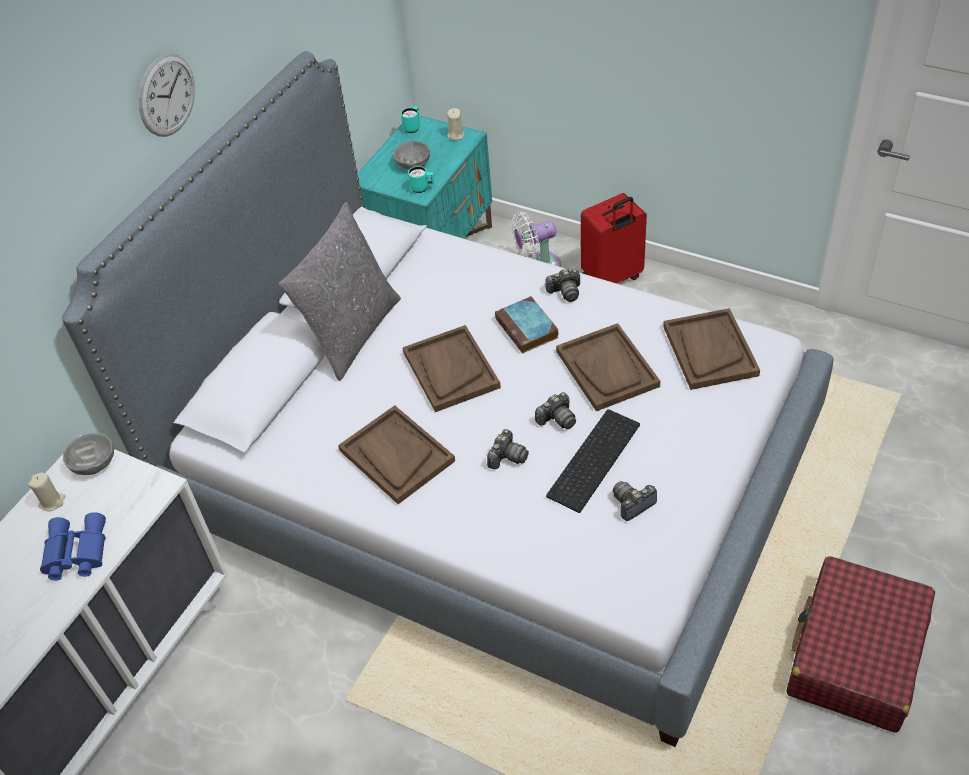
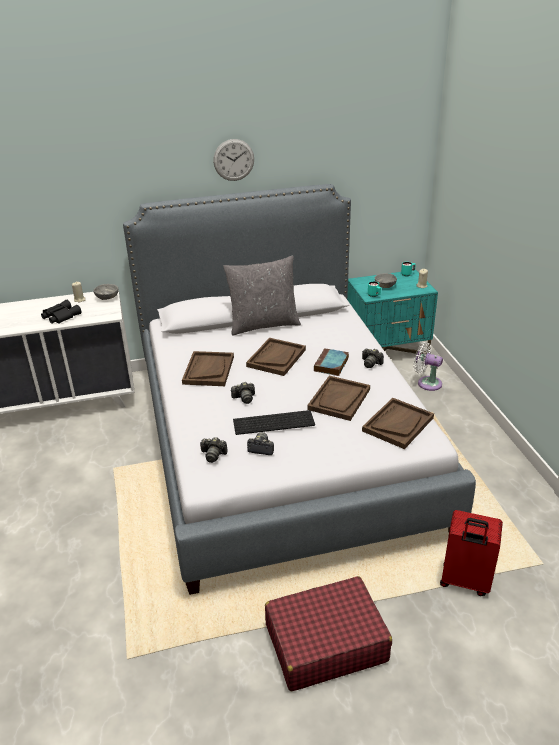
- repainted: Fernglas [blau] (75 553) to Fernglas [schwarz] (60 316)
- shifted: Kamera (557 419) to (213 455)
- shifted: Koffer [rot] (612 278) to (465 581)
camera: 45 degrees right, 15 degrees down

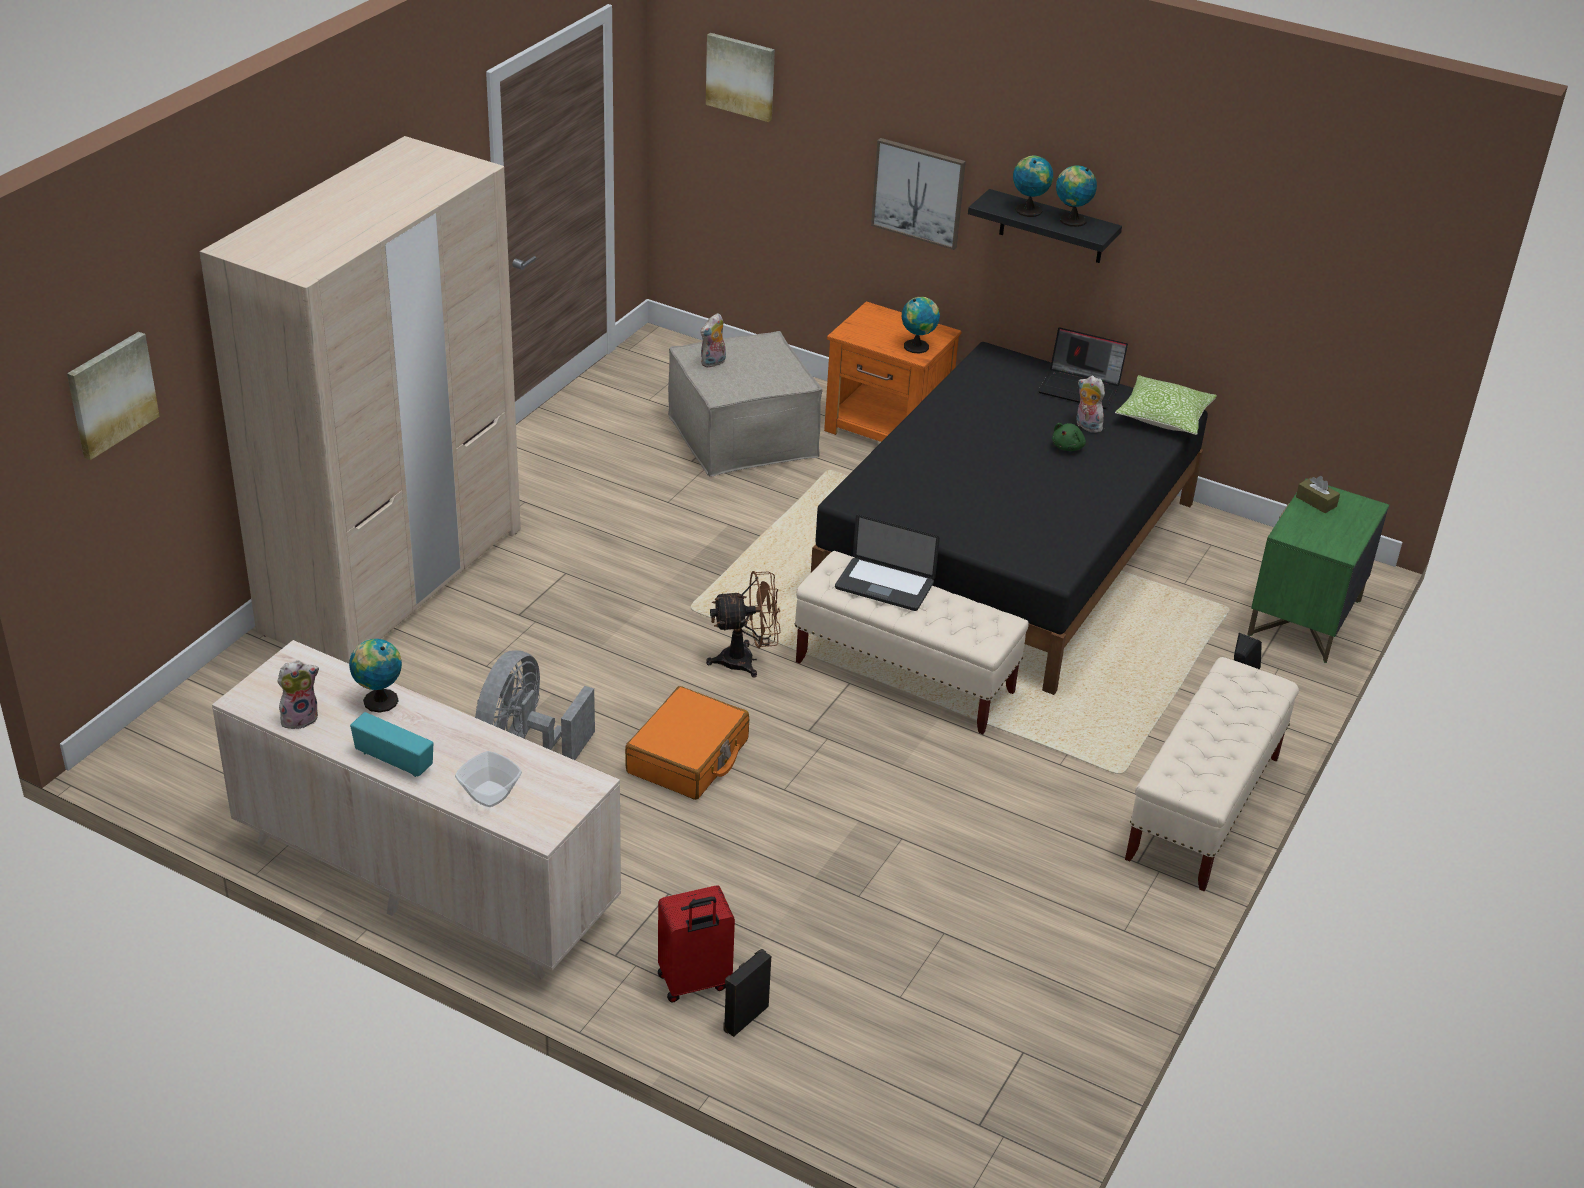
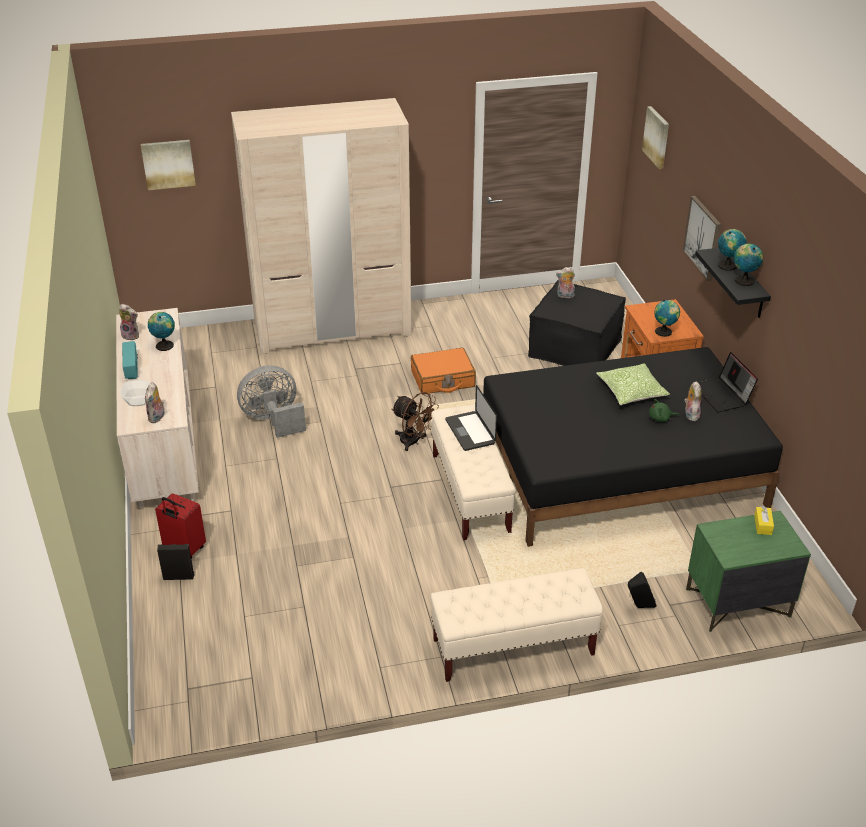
- new: Plüschtier (157 418)
- shifted: Koffer [orange] (688 757) to (442 379)
- repainted: Polsterhocker [beige] (743 436) to Polsterhocker [schwarz] (575 348)
- shifted: Kissen (1164 417) to (631 392)
- repainted: Taschentuchbox [braun] (1316 501) to Taschentuchbox [gelb] (763 525)
camera: 50 degrees right, 0 degrees up

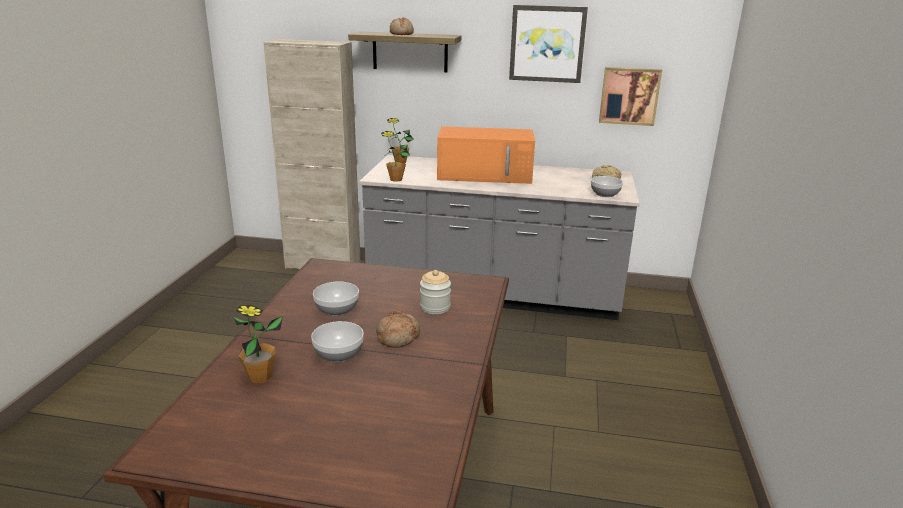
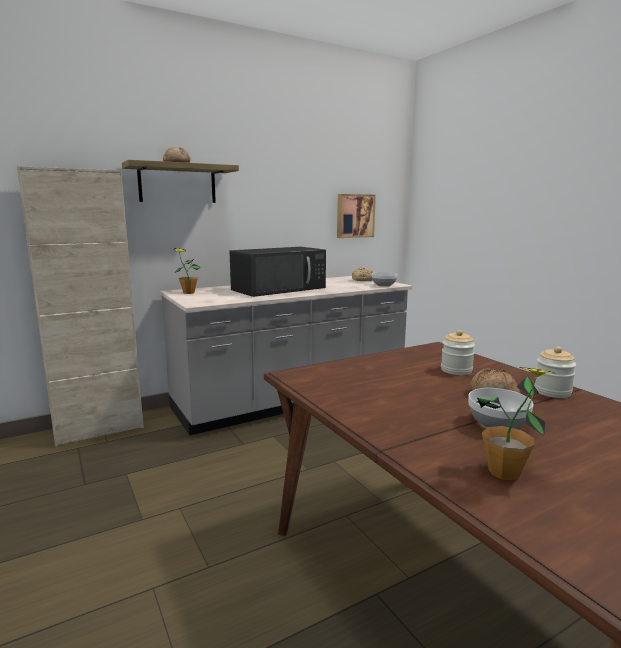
- repainted: Mikrowelle [orange] (486 174) to Mikrowelle [schwarz] (280 288)
- new: Vorratsglas (552 392)
- gone: Schüssel (337 309)
- gone: Topfpflanze (396 179)
- gone: Bild (547 44)
camera: 40 degrees left, 10 degrees down

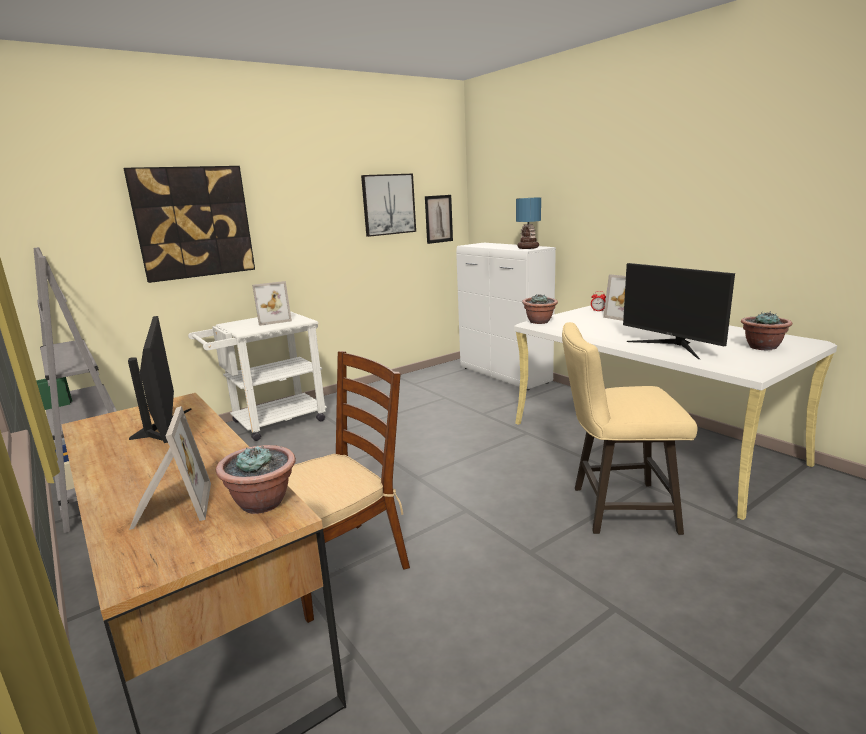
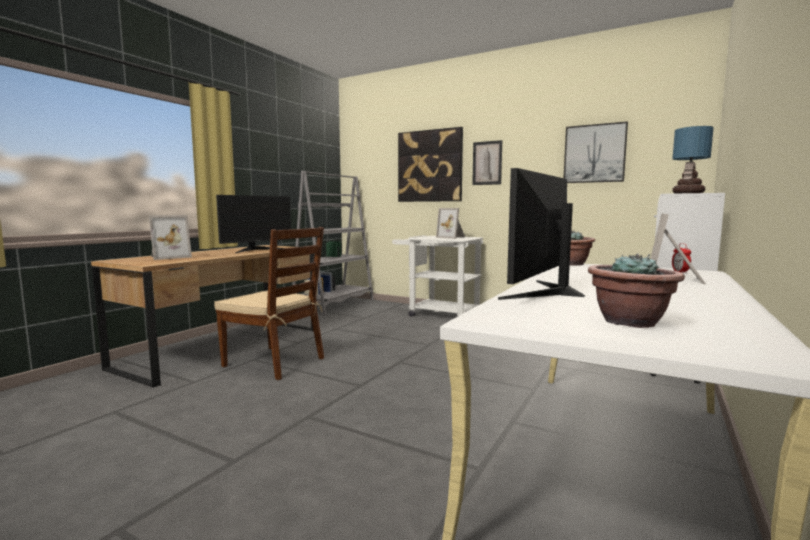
- shifted: Bild (438 219) to (487 163)
- gone: Topfpflanze (263 502)
- gone: Hocker [beige] (615 509)
camera: 65 degrees right, 10 degrees down

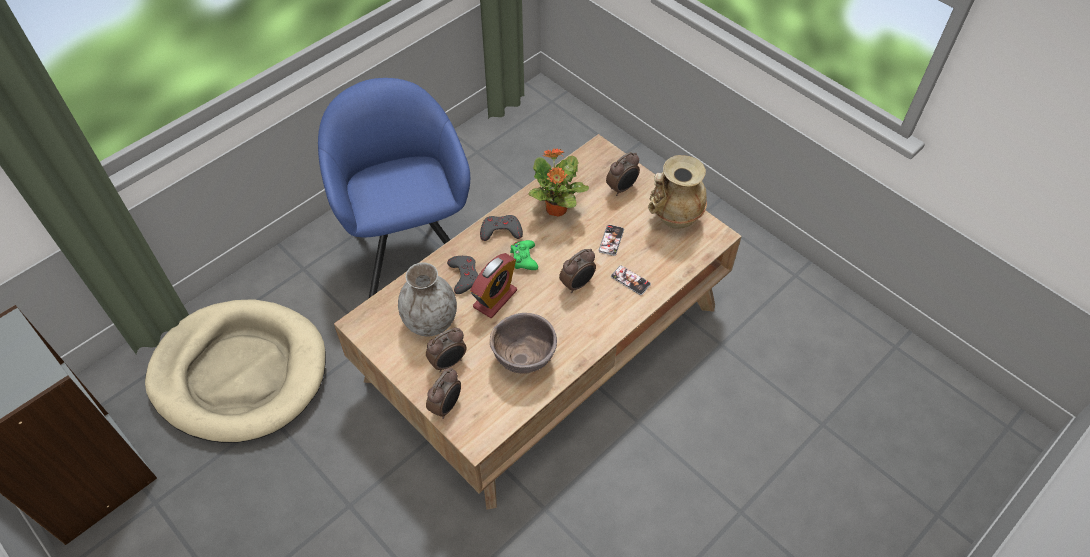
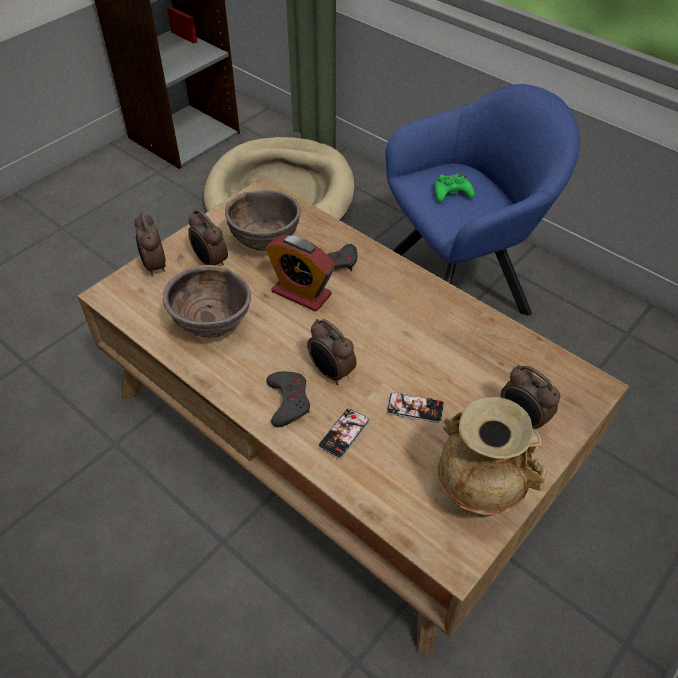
- rotated: Wecker (446 406) = (154 266) 45 degrees clockwise
- swapped: Vase [grau] (431 322) to Schüssel [braun] (265 243)
- shifted: Gamepad [grau] (501 231) to (288 401)
- shifted: Gamepad [grün] (523 258) to (451 193)
- gone: Topfpflanze (556 209)
camera: 85 degrees right, 5 degrees down

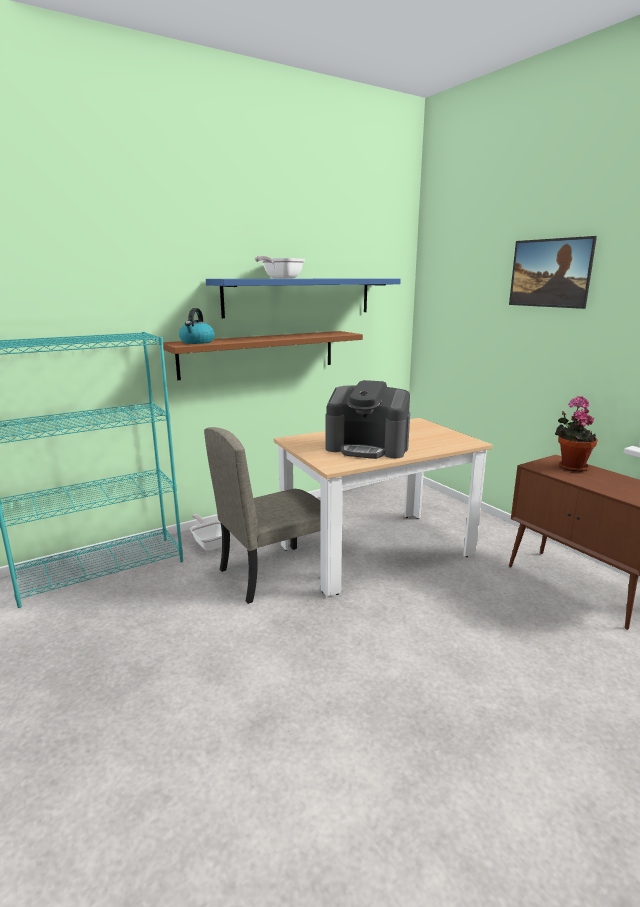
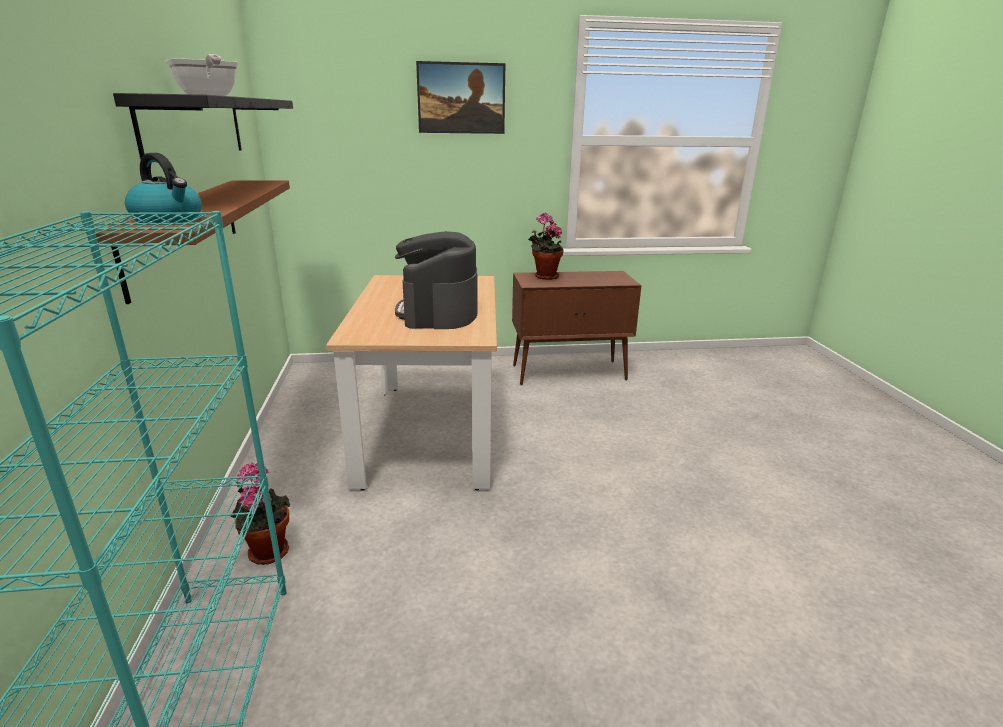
- repainted: Wandregal [blau] (299 297) to Wandregal [schwarz] (196 128)
- swapped: Pfanne (211 543) to Topfpflanze (267 550)
- rotated: Kaffeemaschine (368 447) = (438 313) 135 degrees clockwise
- gone: Stuhl [beige] (273 572)
camera: 65 degrees left, 5 degrees up

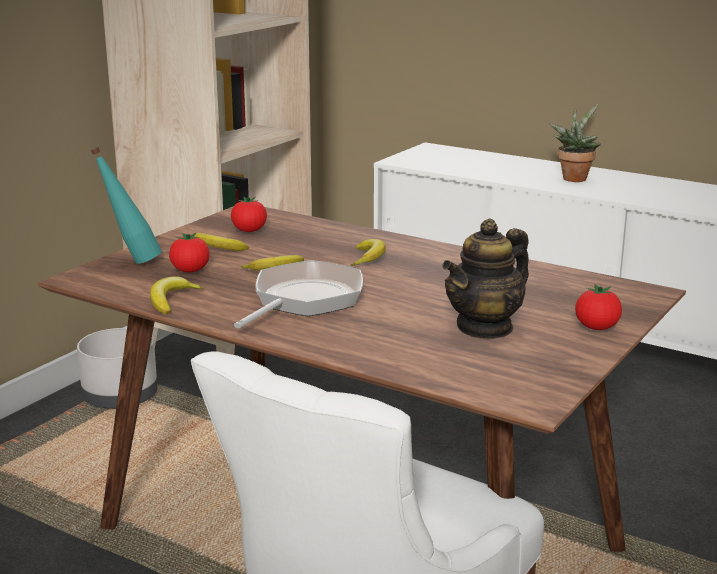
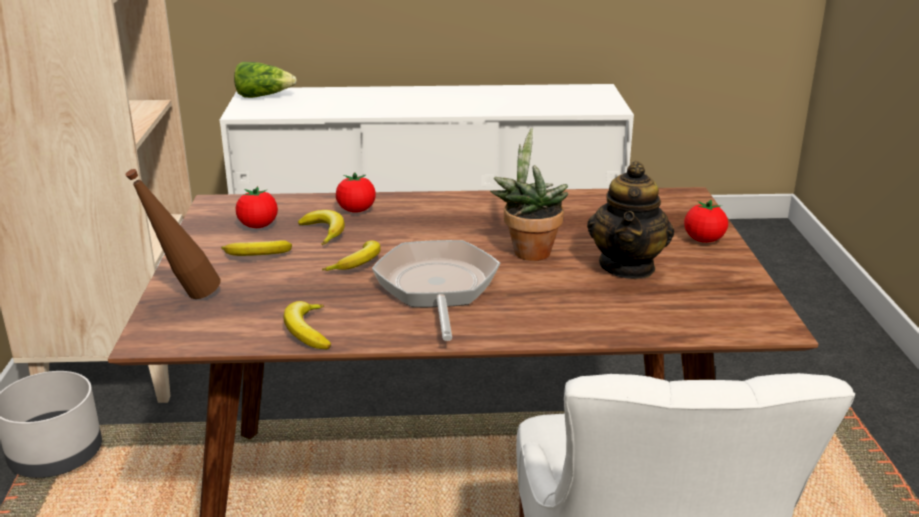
- repainted: Flasche [türkis] (131 261) to Flasche [braun] (185 298)
- new: Salatkopf (263 96)
- shifted: Banane (368 258) to (324 232)
- shifted: Tomate (190 271) to (356 210)
- shifted: Topfpflanze (574 178) to (528 250)
camera: 35 degrees left, 5 degrees up

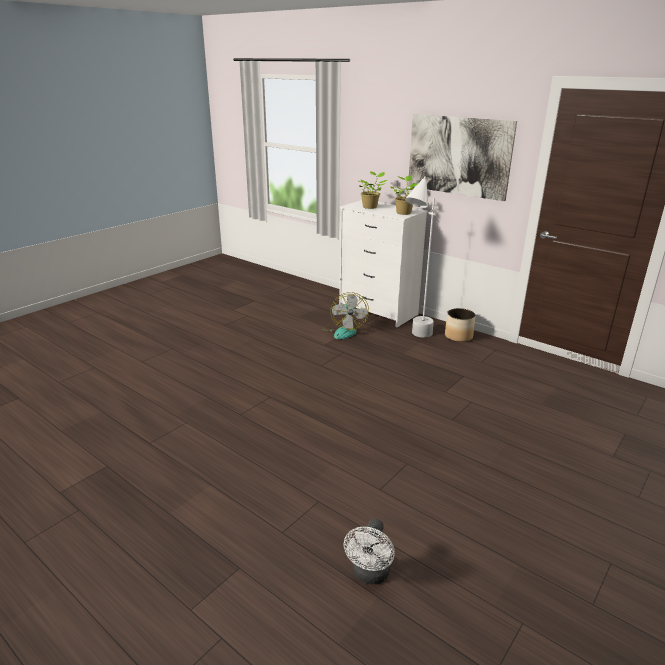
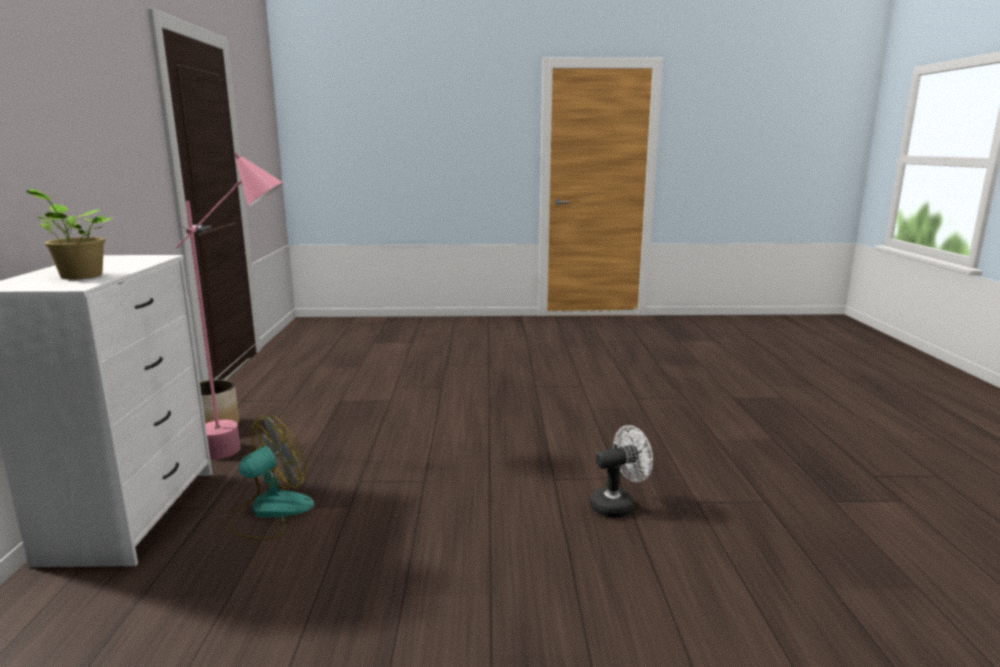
- repainted: Stehlampe [weiß] (415 339) to Stehlampe [rosa] (253 448)
- shifted: Ventilator [weiß] (370 575) to (618 505)
- gone: Topfpflanze (403 212)
- gone: Bild (458 156)
camera: 130 degrees left, 10 degrees down

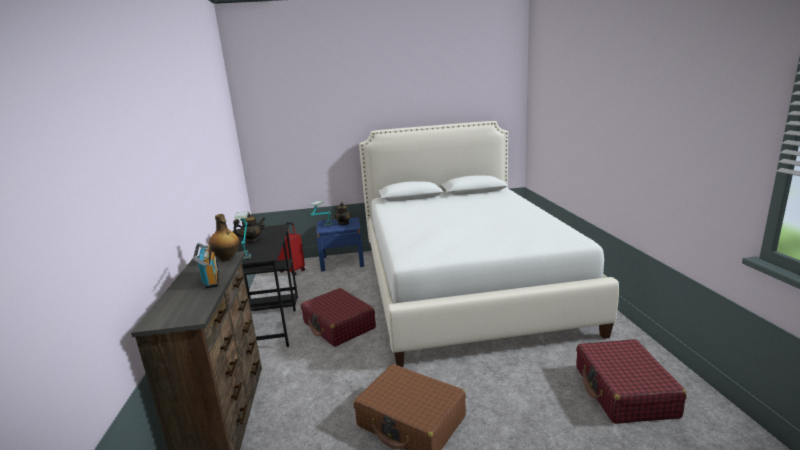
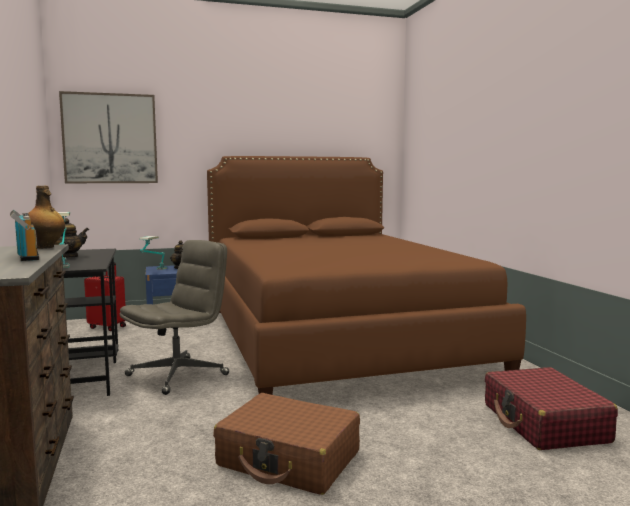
- new: Bild (110 138)
- swapped: Koffer [rot] (339 325) to Bürostuhl [grau] (178 375)
- repainted: Bett [weiß] (464 285) to Bett [braun] (336 338)
camera: 10 degrees left, 10 degrees down

